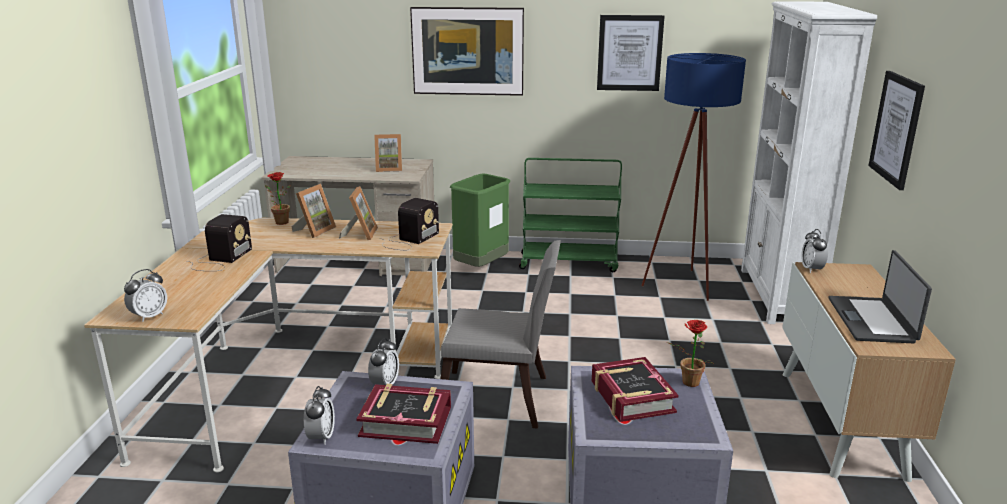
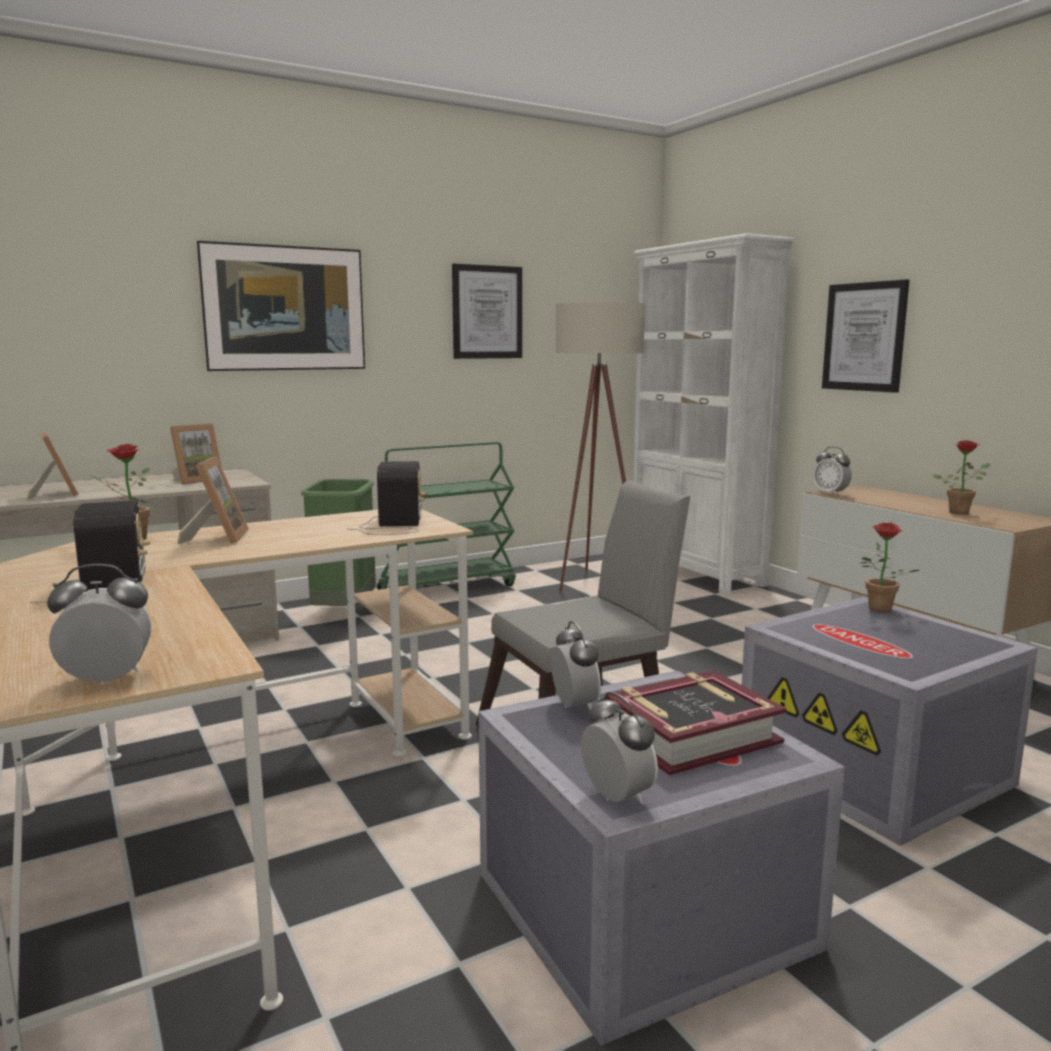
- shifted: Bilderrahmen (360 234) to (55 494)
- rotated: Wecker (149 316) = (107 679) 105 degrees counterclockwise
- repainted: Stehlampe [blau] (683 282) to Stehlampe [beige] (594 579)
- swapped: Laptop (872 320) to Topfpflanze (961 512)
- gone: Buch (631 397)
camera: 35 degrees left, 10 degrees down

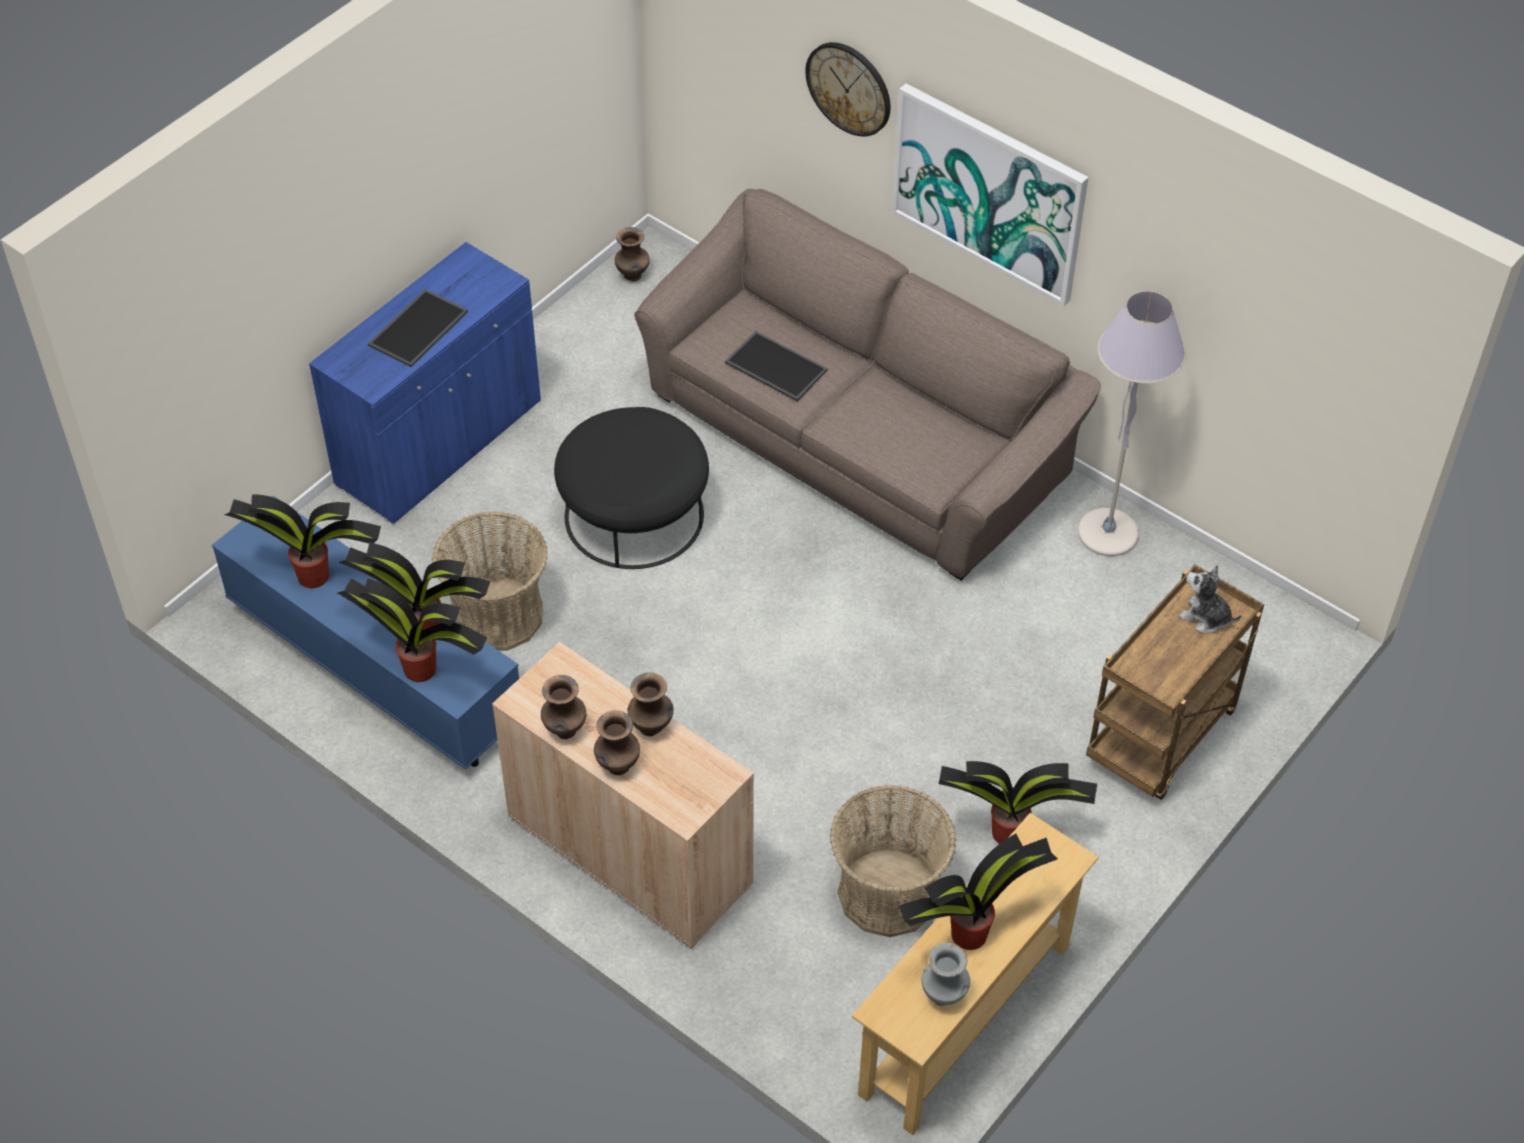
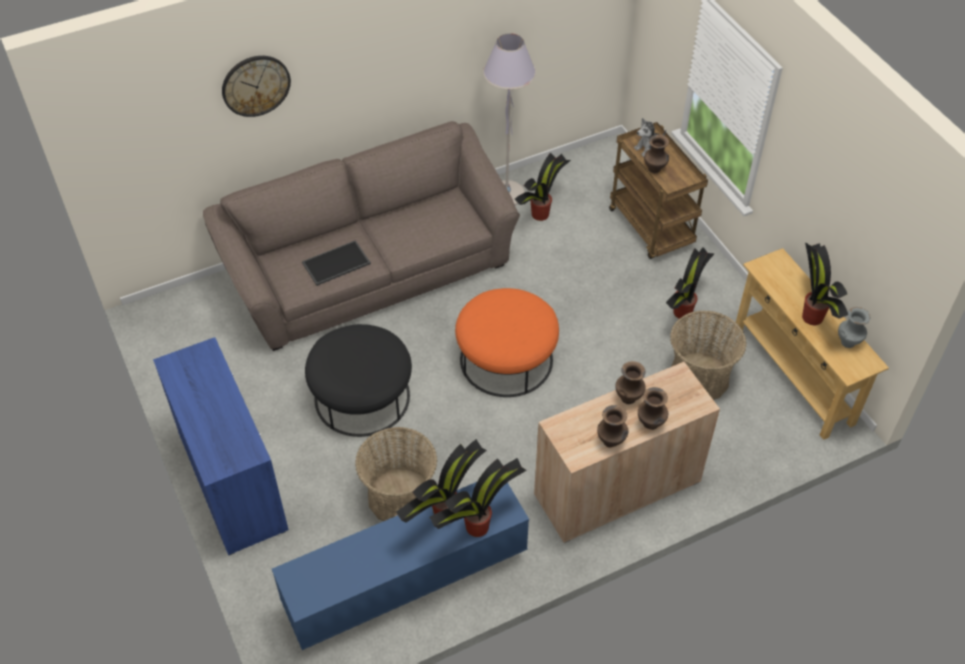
- new: Polsterhocker [orange] (506 359)
- shifted: Topfpflanze (315 576) to (541 213)
- shifted: Vase [braun] (633 276) to (655 169)
- gone: Tablett (417 327)
- gone: Bild (988 192)
camera: 65 degrees left, 0 degrees up

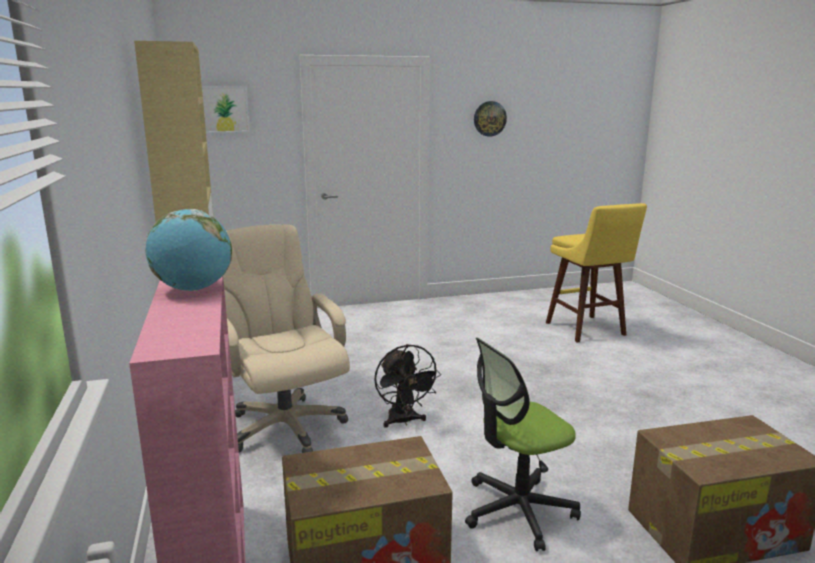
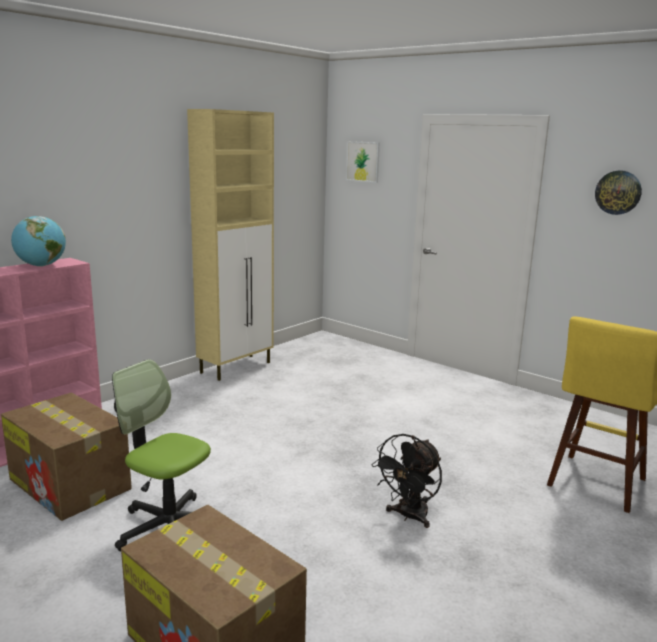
- shifted: Ventilator [schwarz] (403 421) to (408 516)
- gone: Bürostuhl [beige] (285 427)
camera: 55 degrees right, 0 degrees up

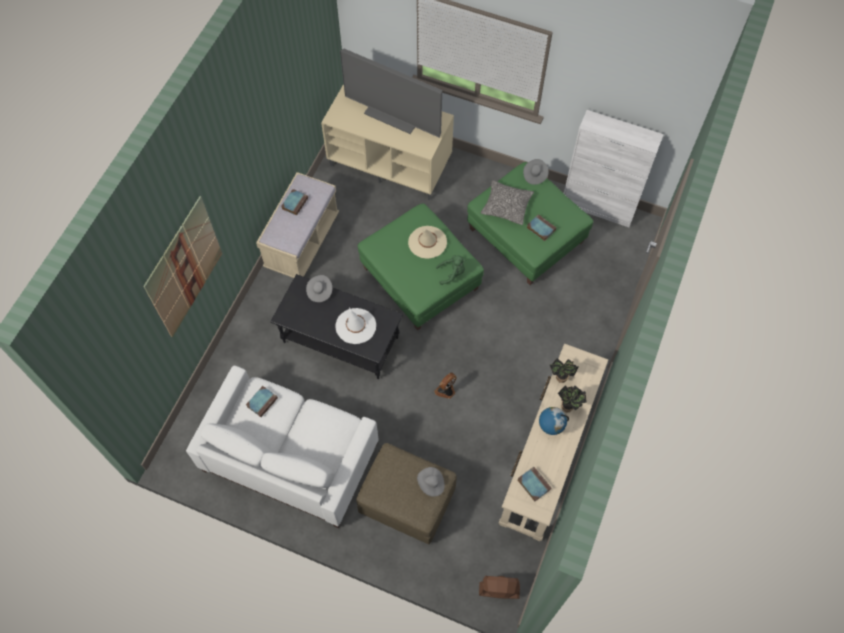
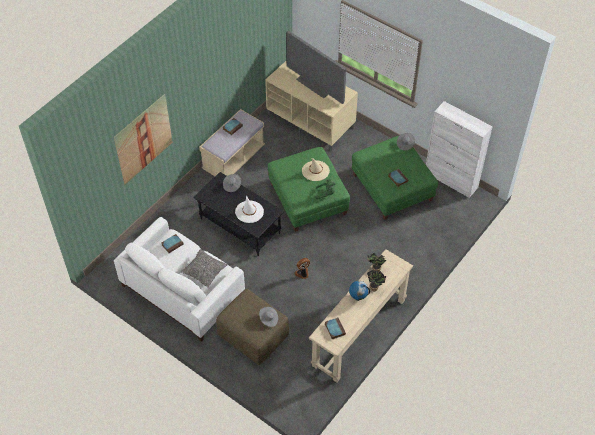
- shifted: Kissen (506 206) to (204 271)
- gone: Ventilator [braun] (499 590)
camera: 15 degrees right, 10 degrees down

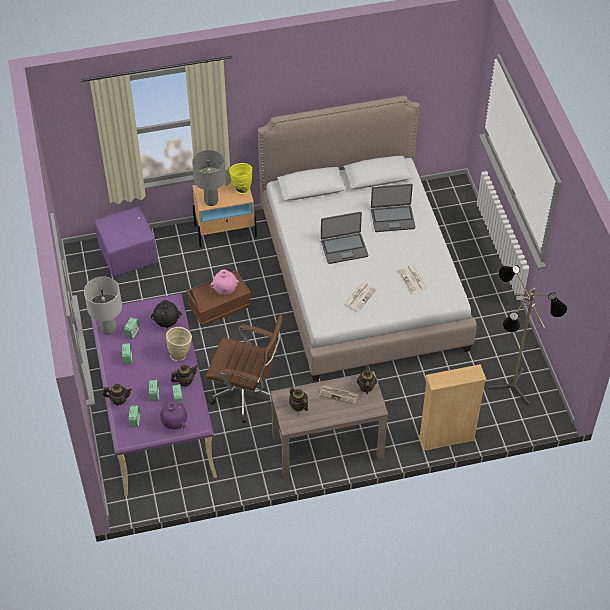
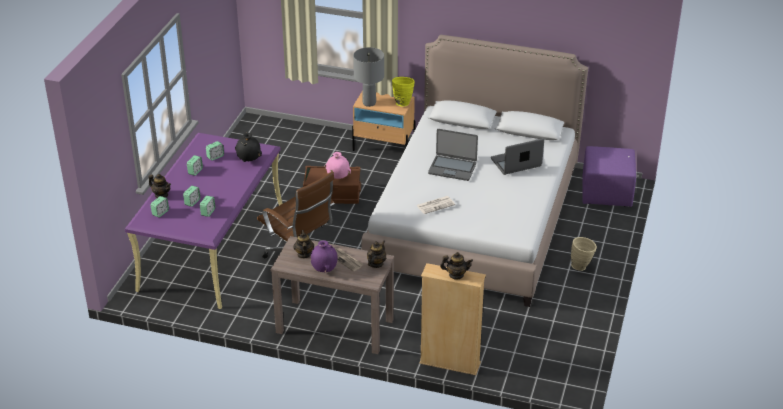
- shifted: Vase [lila] (174 423) to (324 269)
- shifted: Teekanne (185 381) to (456 275)
- rotated: Laptop (392 218) = (516 163) 135 degrees clockwise
- shifted: Vase [beige] (180 353) to (582 266)
- shifted: Polsterhocker [lila] (129 254) to (607 193)
- gone: Tischlampe [grau] (109 329)
- gone: Zeitung (413 279)
- gone: Stehlampe (509 390)
camera: 30 degrees right, 15 degrees down

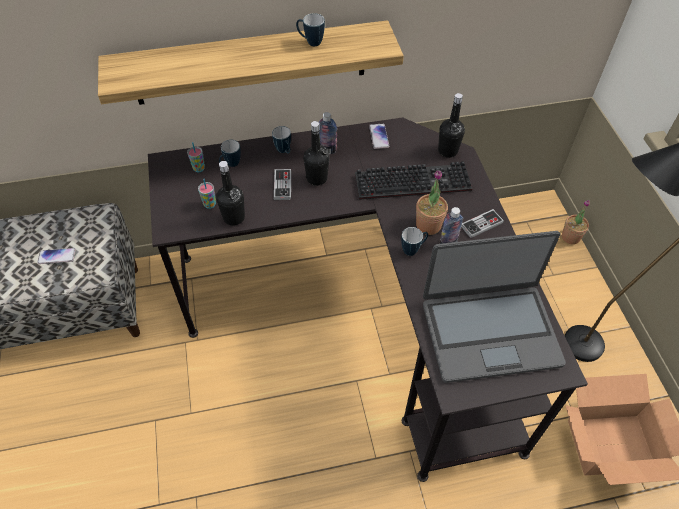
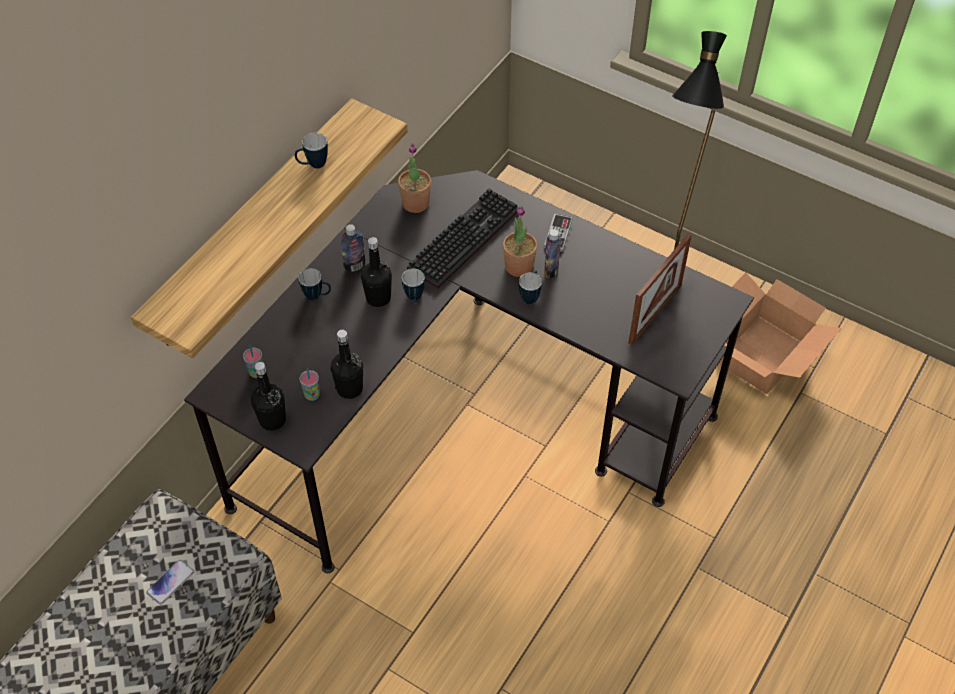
- shifted: Flasche [schwarz] (447 151) to (272 420)
- shifted: Topfpflanze (570 237) to (415 203)
- shifted: Henkelbecher (230 165) to (414 299)
- swapped: Laptop (489 332) to Bilderrahmen (655 314)
- gone: Gamepad (282 185)
- gone: Handy (378 136)
camera: 45 degrees left, 0 degrees up

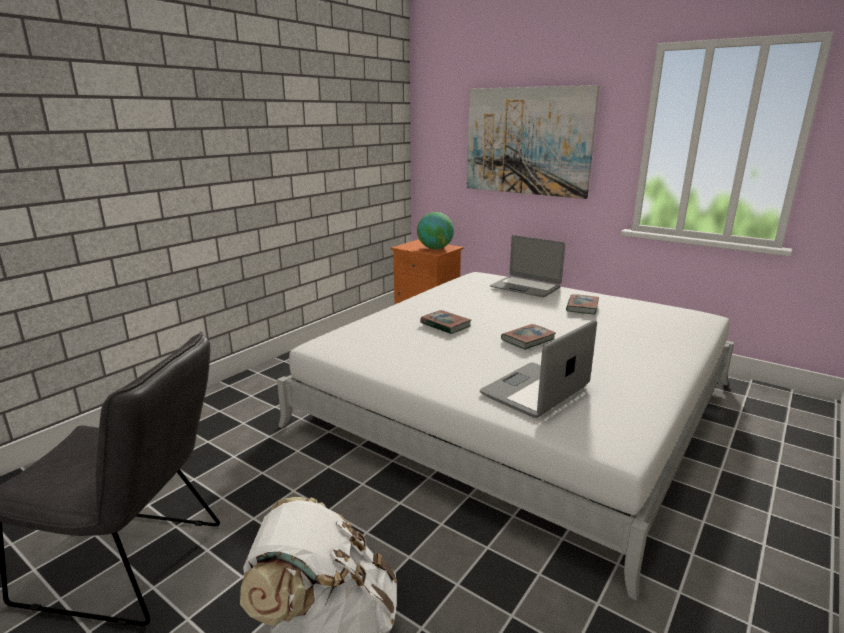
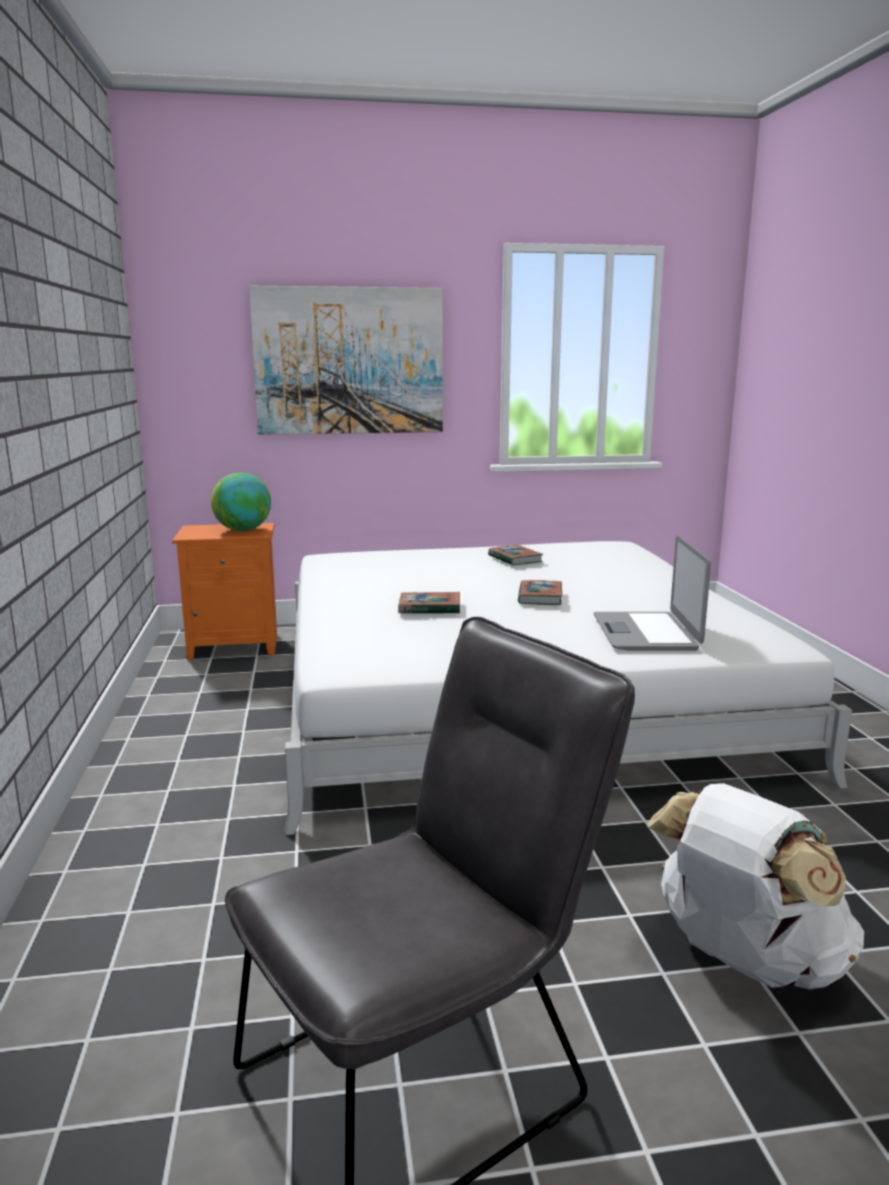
- gone: Laptop (525 287)
camera: 45 degrees left, 5 degrees down

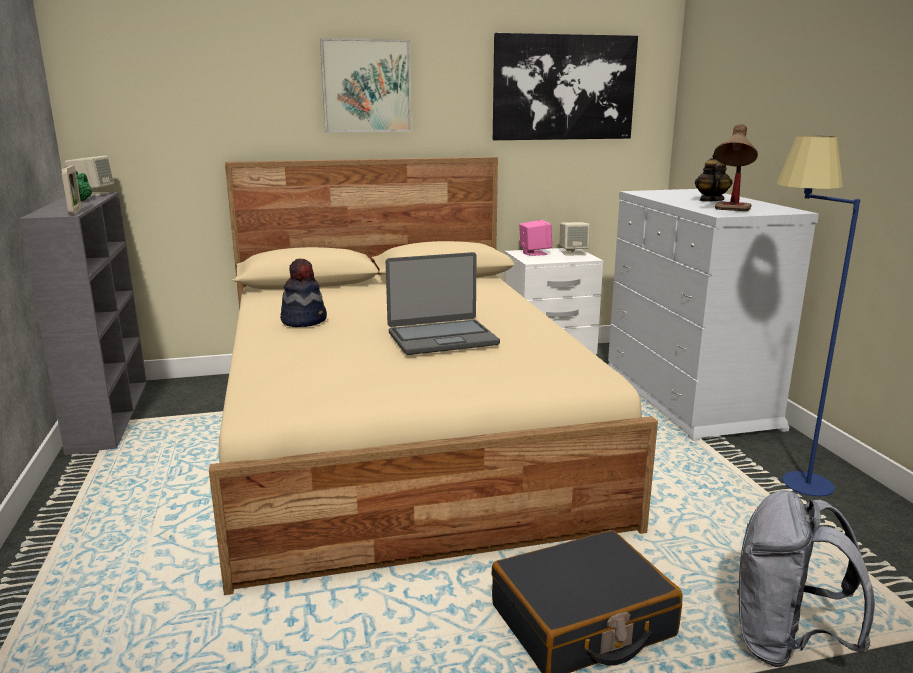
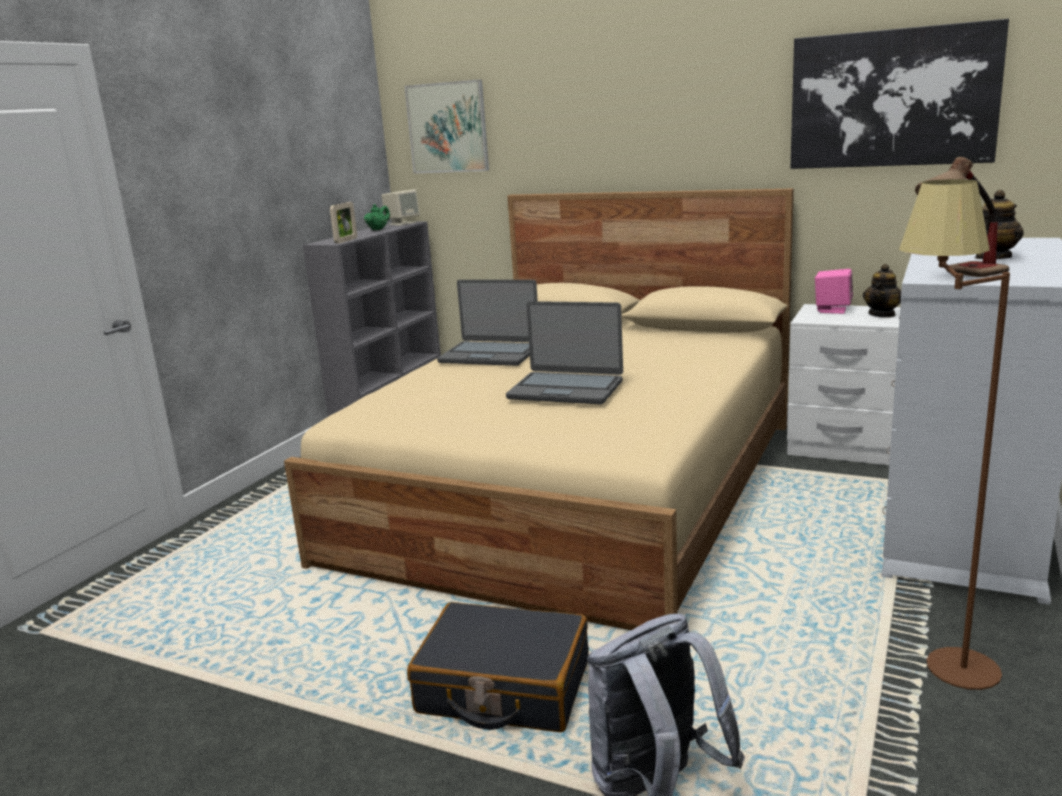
- shifted: Bild (366 86) to (447 127)
- swapped: Hut (304 320) to Laptop (490 355)
- swapped: Lautsprecher [beige] (573 253) to Teekanne (882 314)
- repainted: Stehlampe [blau] (784 481) to Stehlampe [braun] (932 655)
camera: 40 degrees right, 0 degrees up

